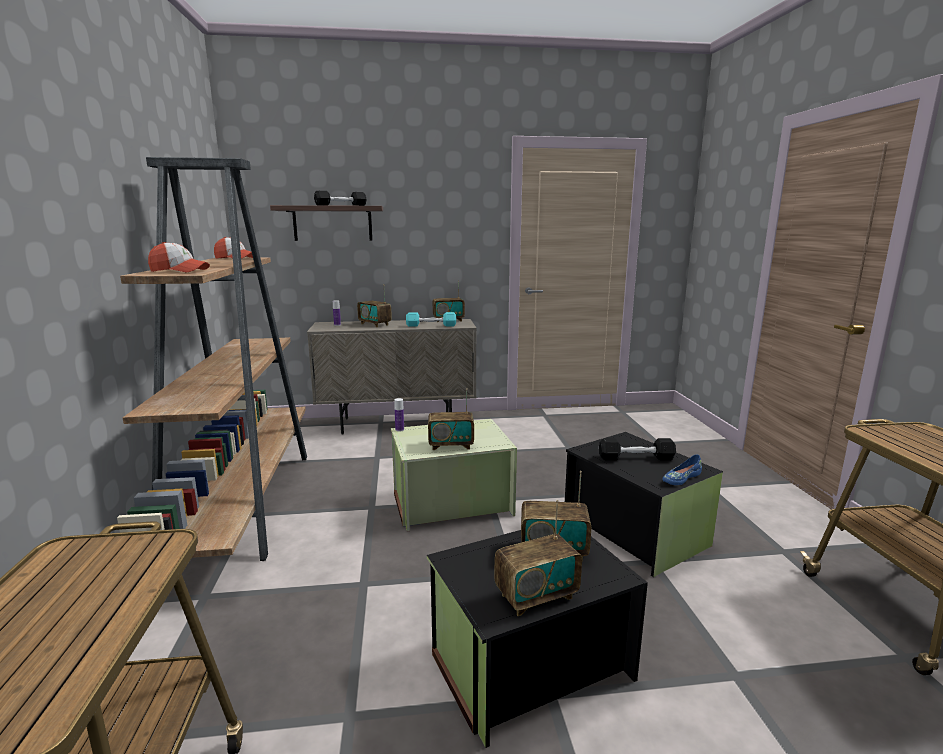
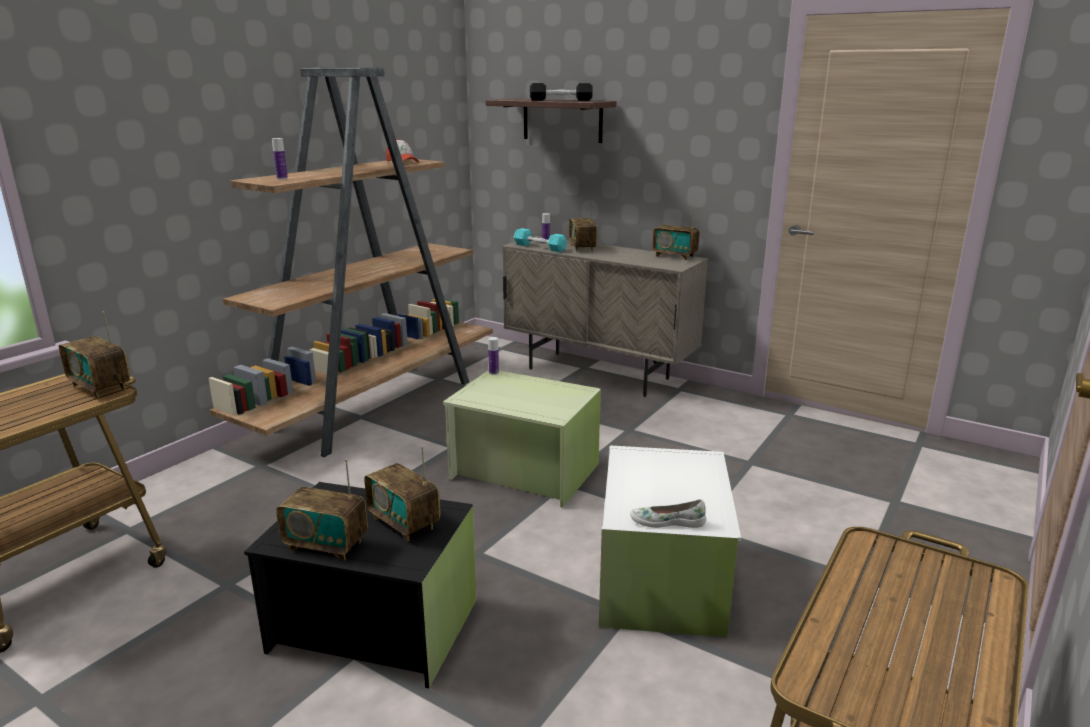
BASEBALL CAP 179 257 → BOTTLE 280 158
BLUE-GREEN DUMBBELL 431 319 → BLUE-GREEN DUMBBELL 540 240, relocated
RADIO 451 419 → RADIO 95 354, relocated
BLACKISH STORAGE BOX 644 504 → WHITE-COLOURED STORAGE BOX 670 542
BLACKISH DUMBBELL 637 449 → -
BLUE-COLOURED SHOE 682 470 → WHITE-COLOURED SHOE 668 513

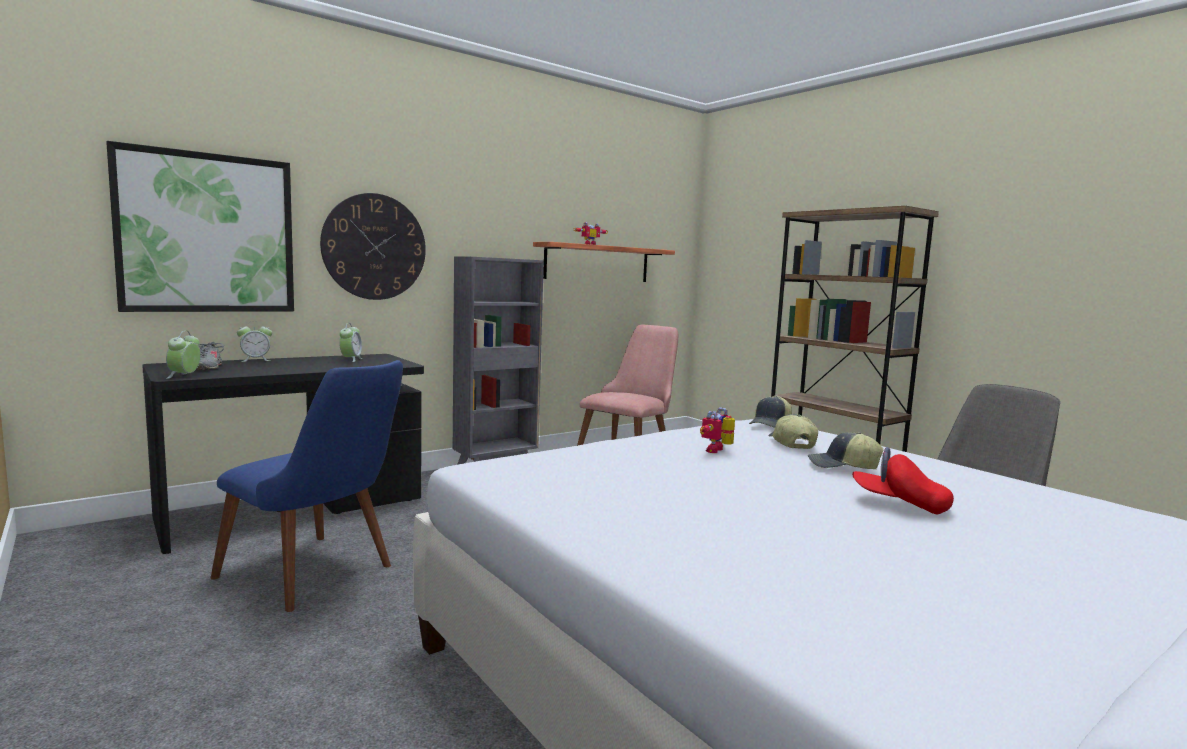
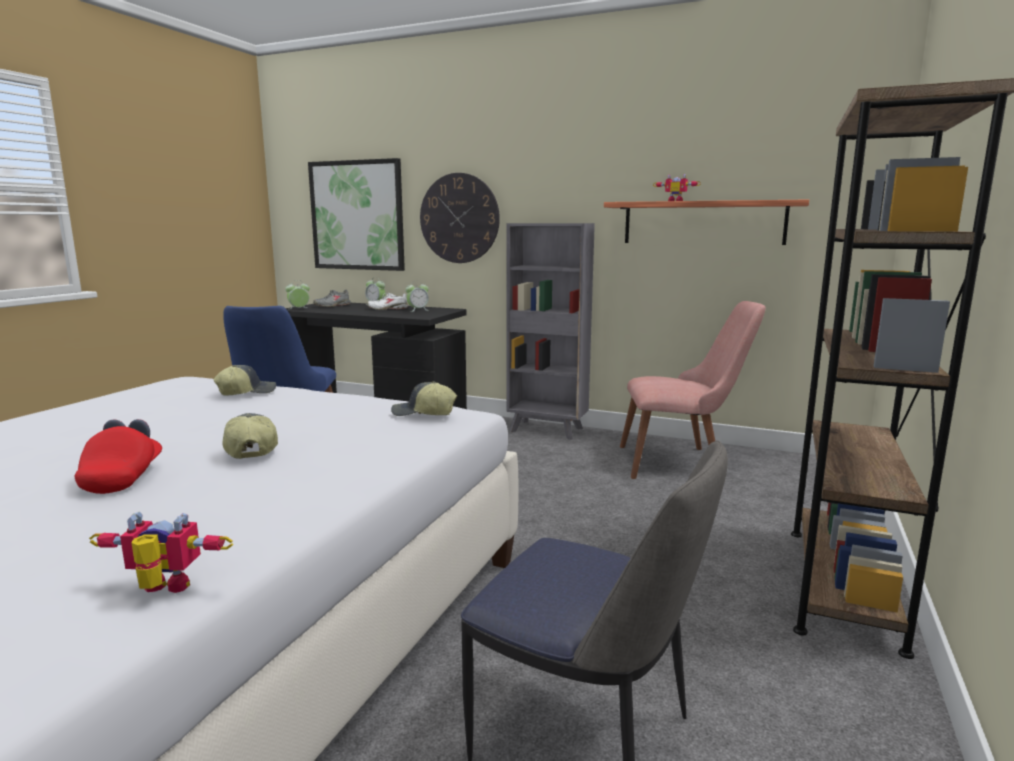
ROBOT FIGURE 717 430 → ROBOT FIGURE 161 552, relocated
BASEBALL CAP 793 431 → BASEBALL CAP 244 380, relocated
- → WHITE-COLOURED SHOE 387 301

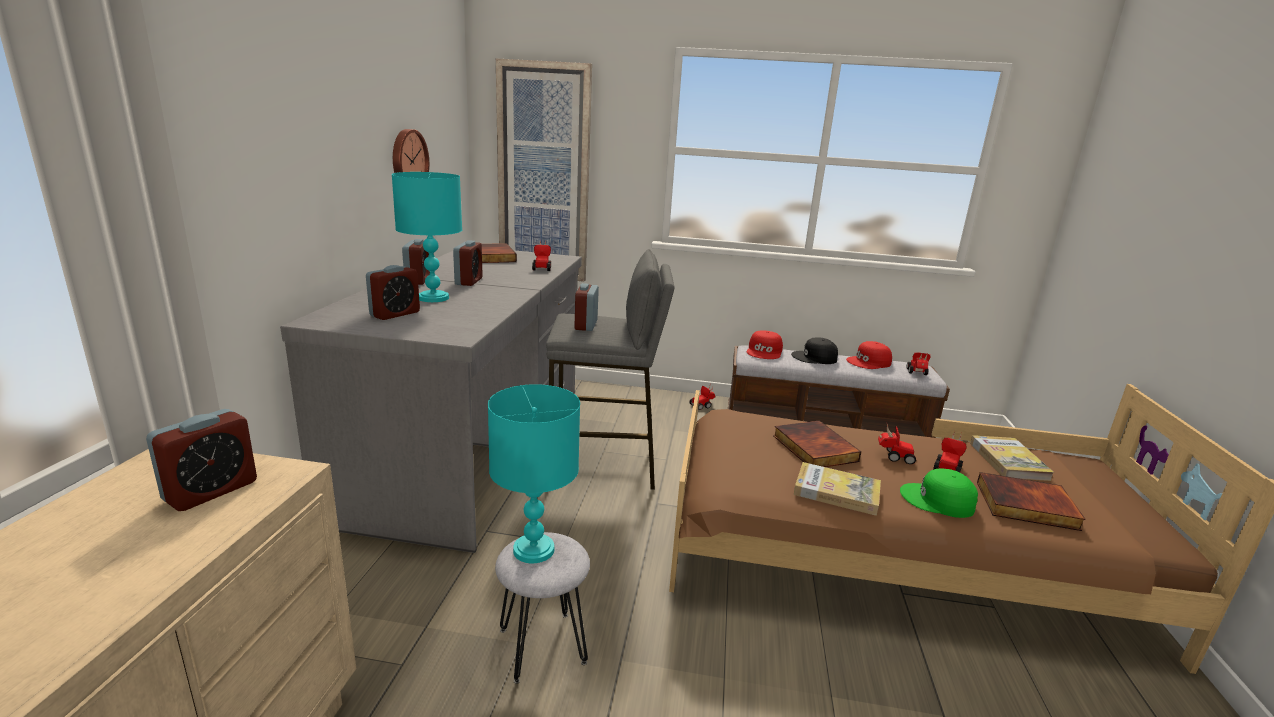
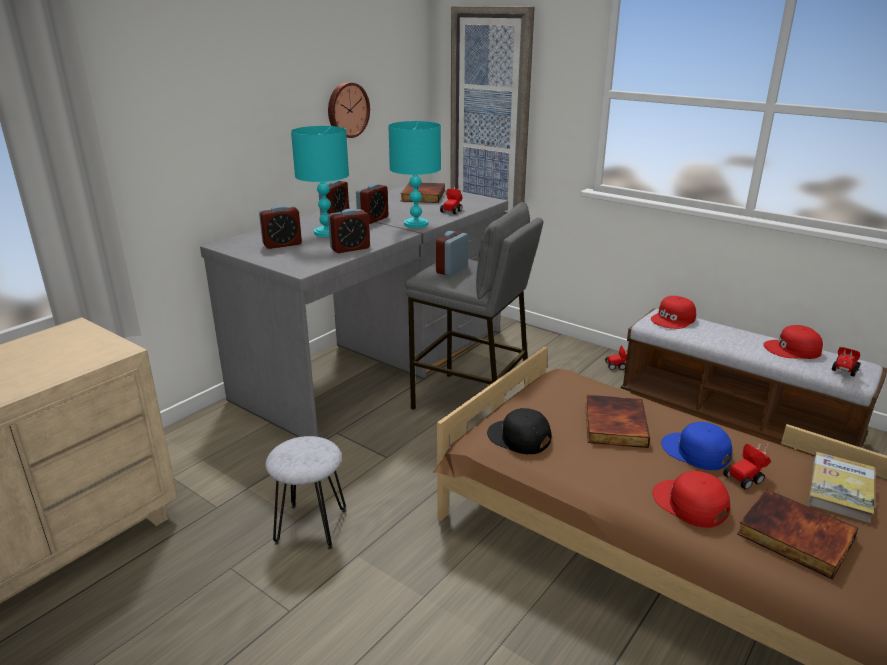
BLACKISH BASEBALL CAP 814 351 → BLACKISH BASEBALL CAP 519 431, relocated
BLUE-GREEN LAMP FOR A TABLE 534 473 → BLUE-GREEN LAMP FOR A TABLE 414 174, relocated
TABLE CLOCK 201 460 → TABLE CLOCK 349 231, relocated
MODEL CAR 897 444 → BLUE-COLOURED BASEBALL CAP 696 446
BOOK 837 489 → -
GREENISH BASEBALL CAP 939 493 → RED-COLOURED BASEBALL CAP 691 499

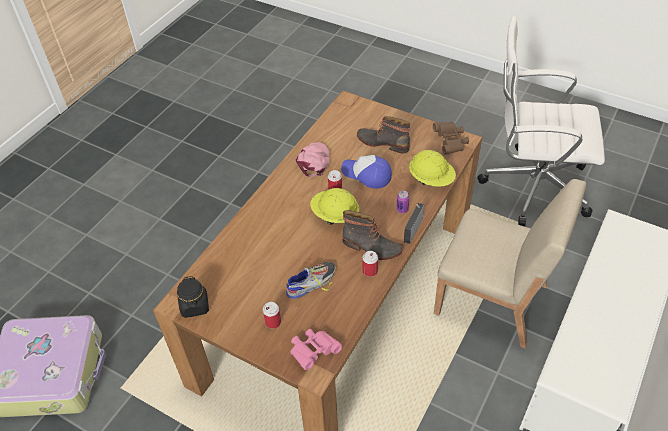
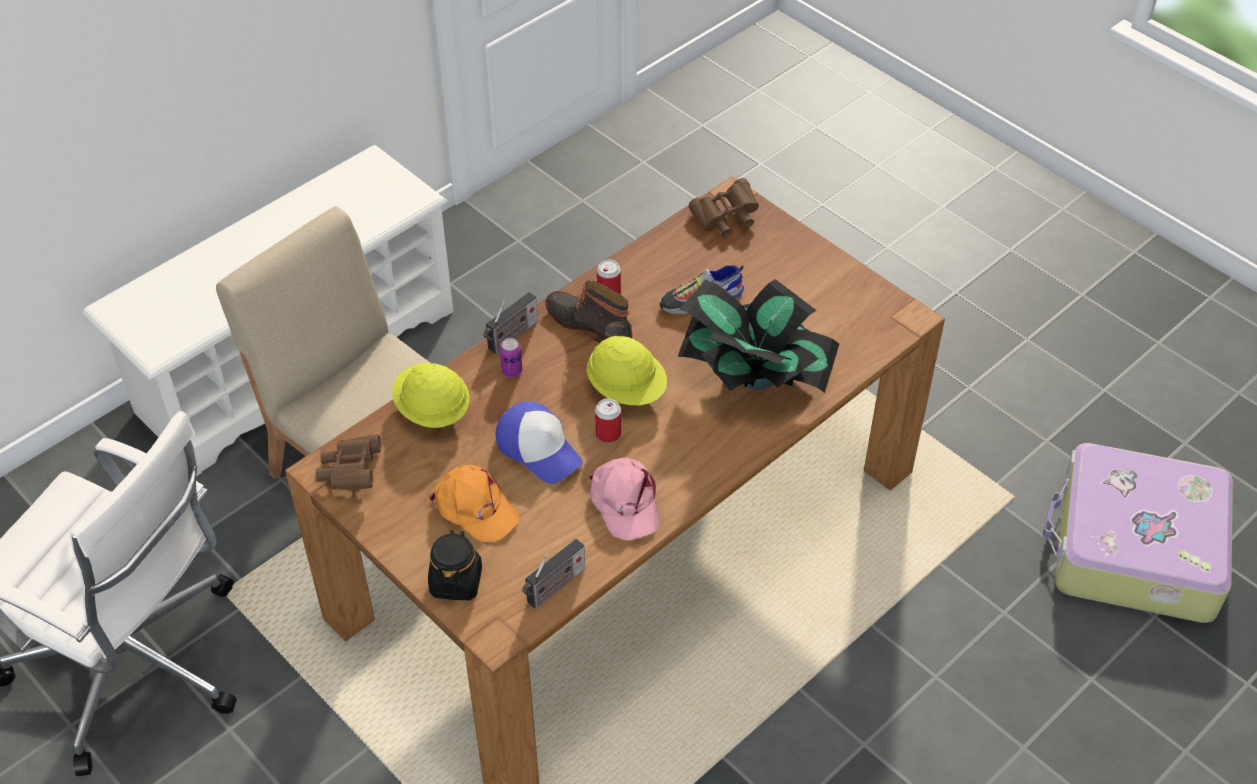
BOOT 383 134 → ORANGE BASEBALL CAP 474 503
PINK BASEBALL CAP 313 159 → PINK BASEBALL CAP 624 499, 45 degrees counterclockwise
BLACKISH PRESERVE JAR 193 297 → BLACKISH PRESERVE JAR 455 565, relocated
CAN 272 315 → -
PINK FIELD GLASSES 316 349 → BROWNISH FIELD GLASSES 724 208
- → HOUSEPLANT 758 336
- → RADIO 553 574

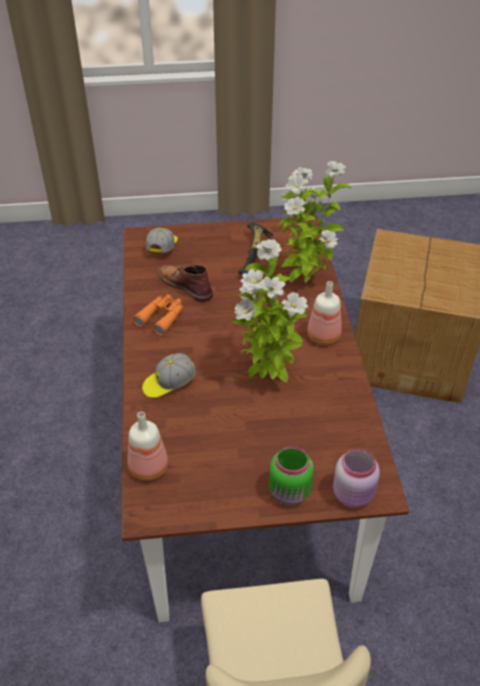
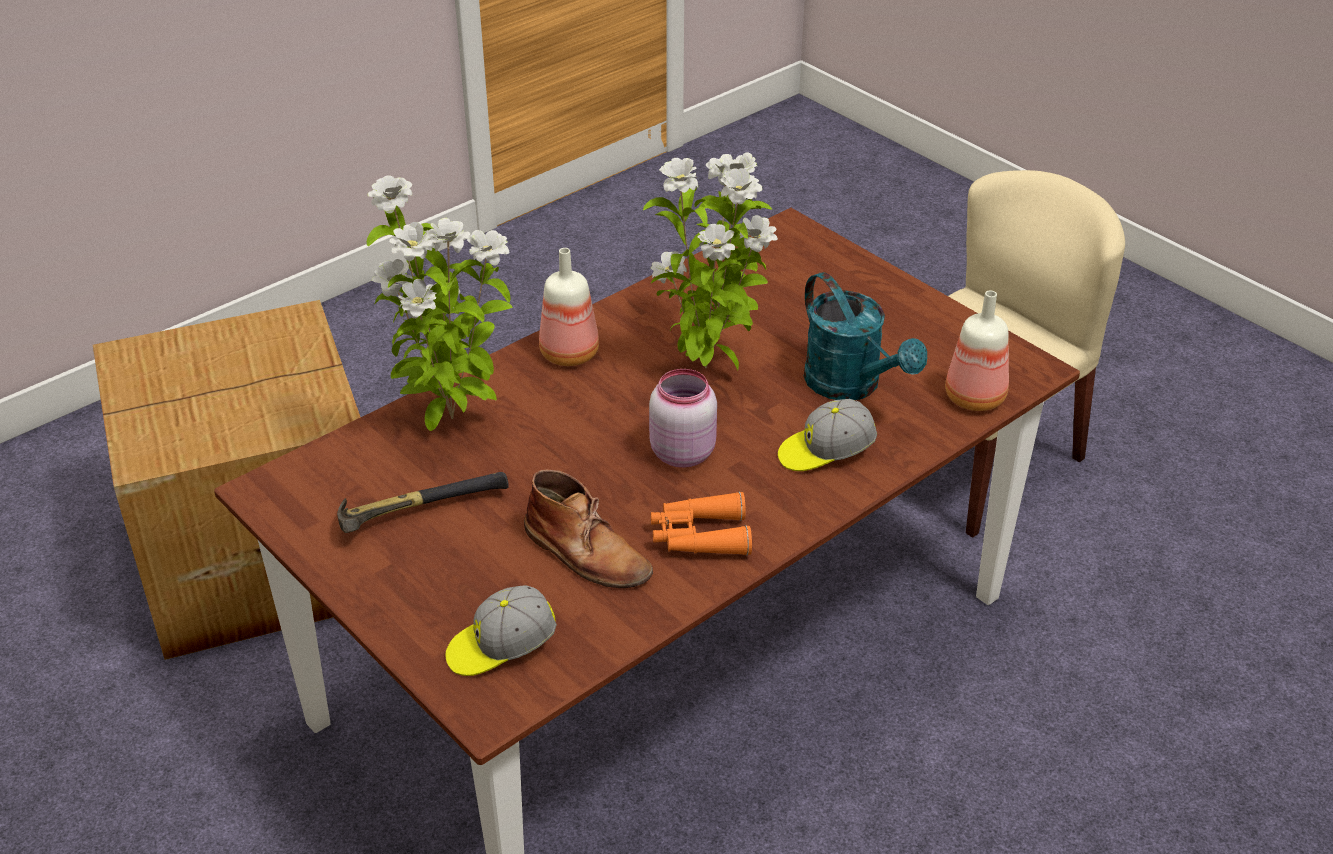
BROWNISH BOOT 185 283 → BROWNISH BOOT 588 528, 60 degrees counterclockwise
BASEBALL CAP 169 375 → BASEBALL CAP 827 435, 135 degrees clockwise
GREENISH PRESERVE JAR 291 476 → -
PINK PRESERVE JAR 356 478 → PINK PRESERVE JAR 683 418, relocated
- → BLUE-GREEN SPRINKLING CAN 865 336

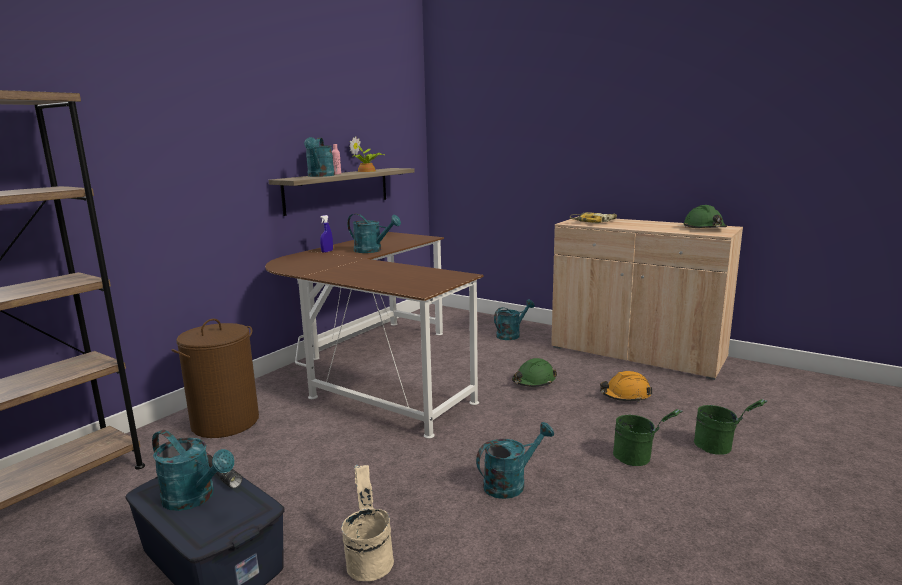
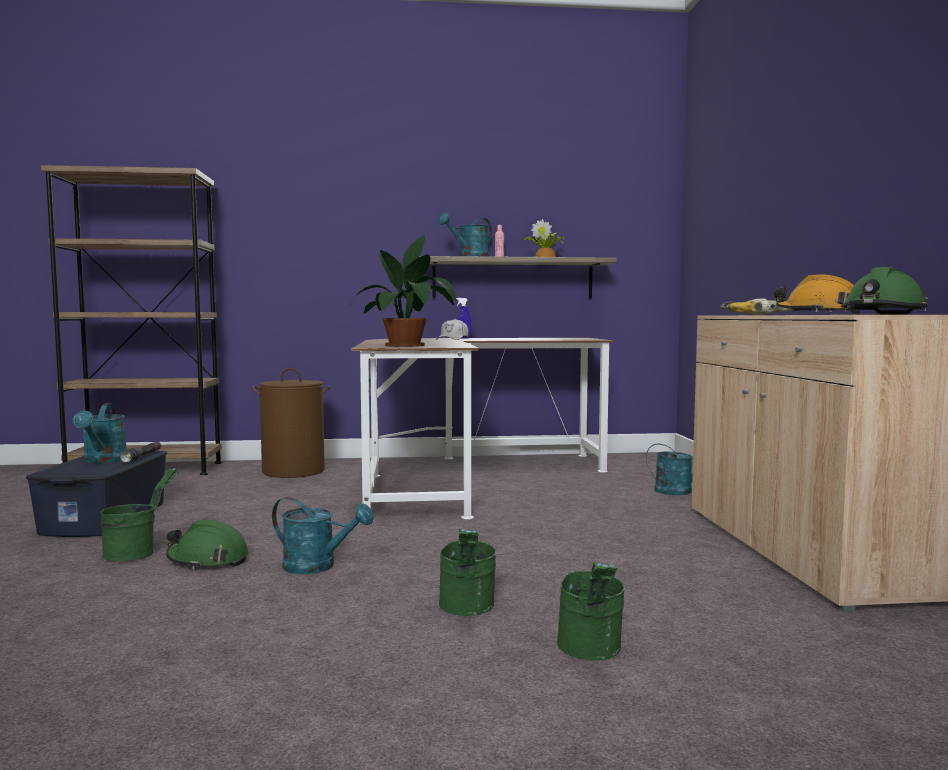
BLUE-GREEN SPRINKLING CAN 374 233 → -
GREENISH SAFETY HELMET 534 372 → GREENISH SAFETY HELMET 207 544, relocated
ORANGE SAFETY HELMET 626 386 → ORANGE SAFETY HELMET 817 295, relocated
SAND-COLOURED WATER BUCKET 367 523 → GREENISH WATER BUCKET 139 514
- → HOUSEPLANT 406 291
- → WHITE-COLOURED BASEBALL CAP 452 329

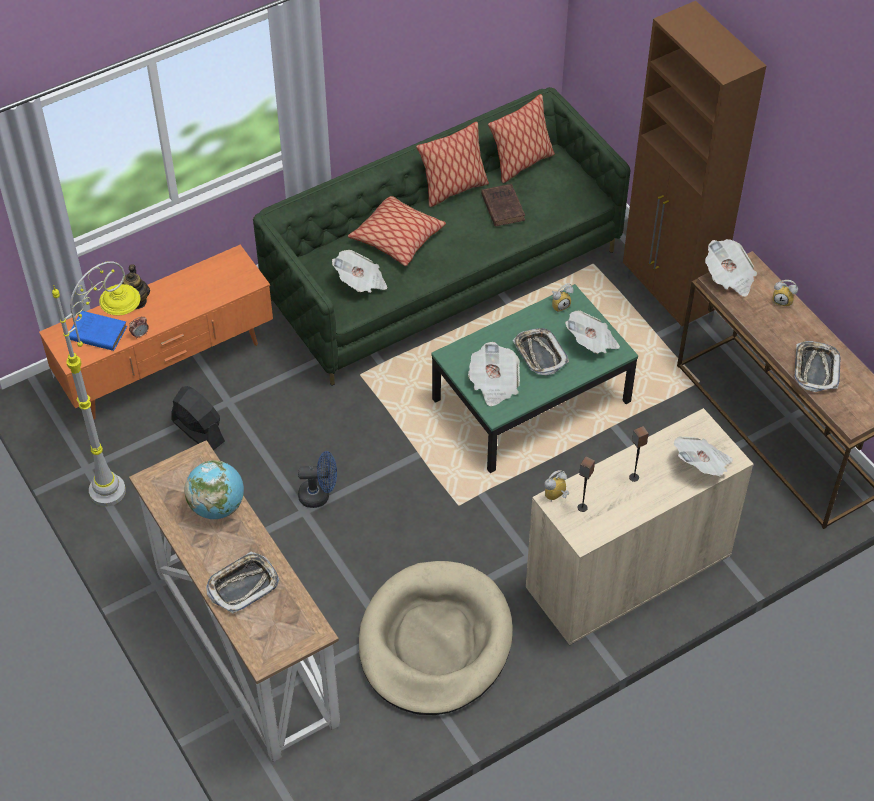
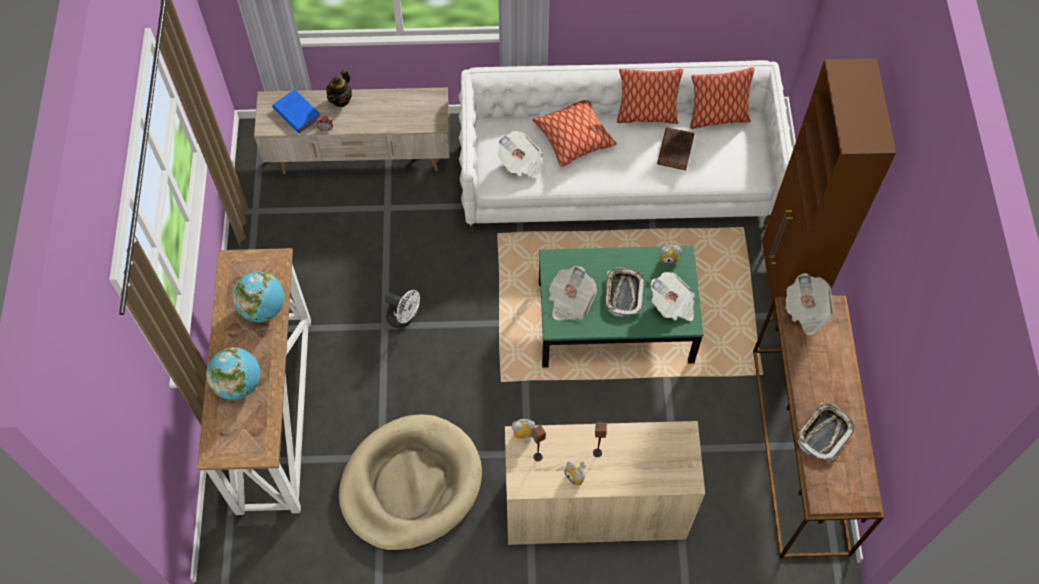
GREENISH SETTEE 442 236 → WHITE-COLOURED SETTEE 625 146
ORANGE TV UNIT 156 332 → SAND-COLOURED TV UNIT 352 131
GRAY STANDING LAMP 96 384 → -
TABLE CLOCK 785 293 → TABLE CLOCK 575 473, relocated
BLACKISH ELECTRIC FAN 198 418 → -
NEWSPAPER 703 457 → -
BLUE-COLOURED ELECTRIC FAN 317 479 → WHITE-COLOURED ELECTRIC FAN 402 309
CARRYING TRAY 242 582 → GLOBE 233 373

